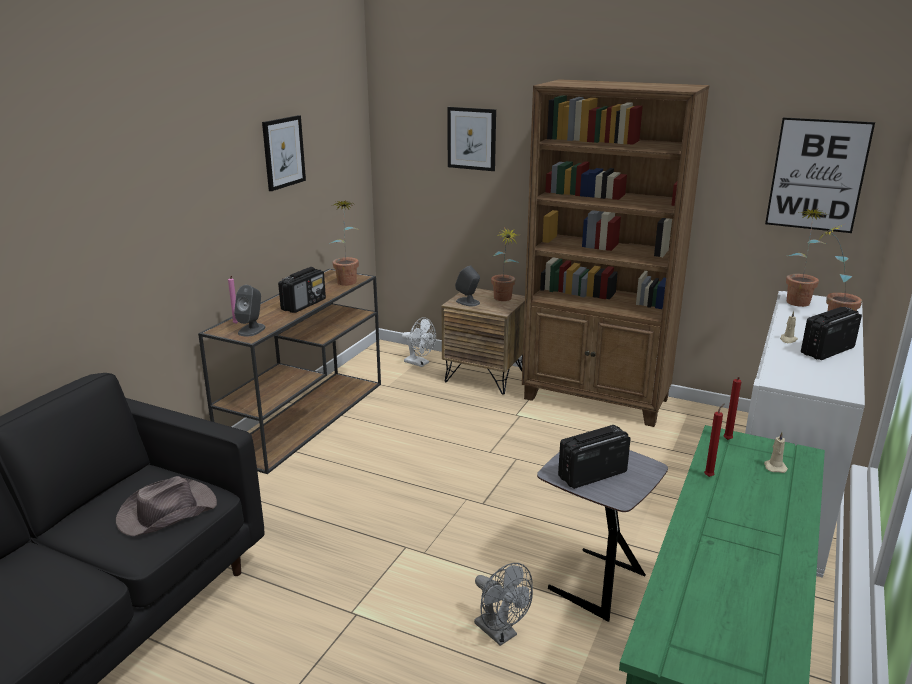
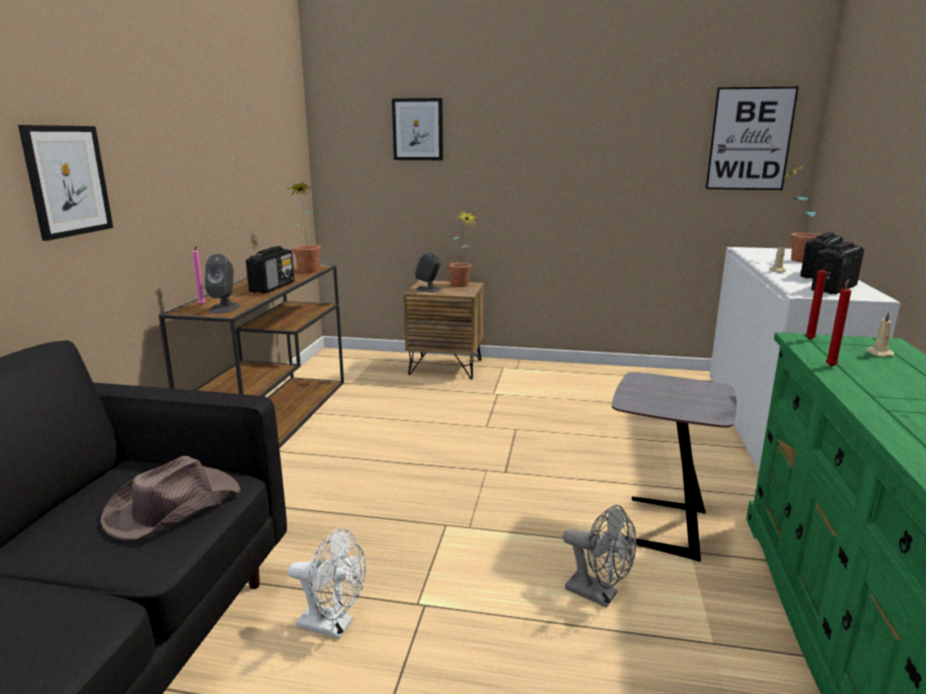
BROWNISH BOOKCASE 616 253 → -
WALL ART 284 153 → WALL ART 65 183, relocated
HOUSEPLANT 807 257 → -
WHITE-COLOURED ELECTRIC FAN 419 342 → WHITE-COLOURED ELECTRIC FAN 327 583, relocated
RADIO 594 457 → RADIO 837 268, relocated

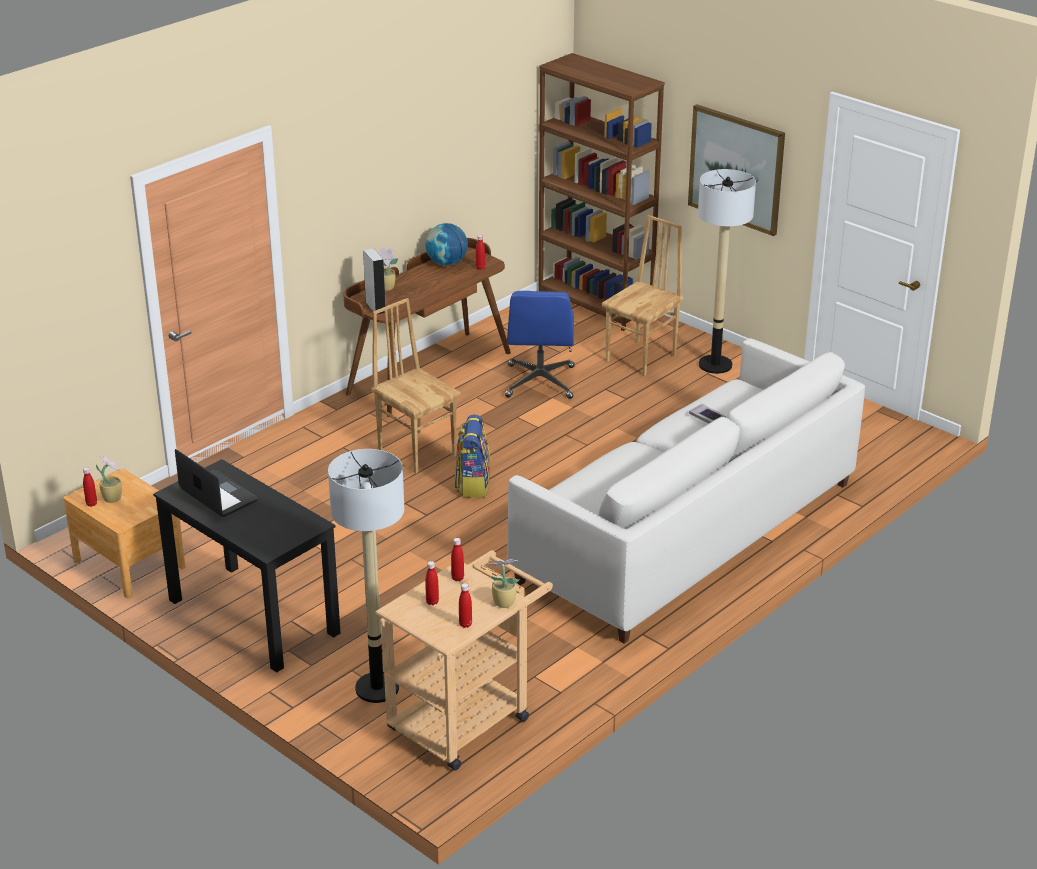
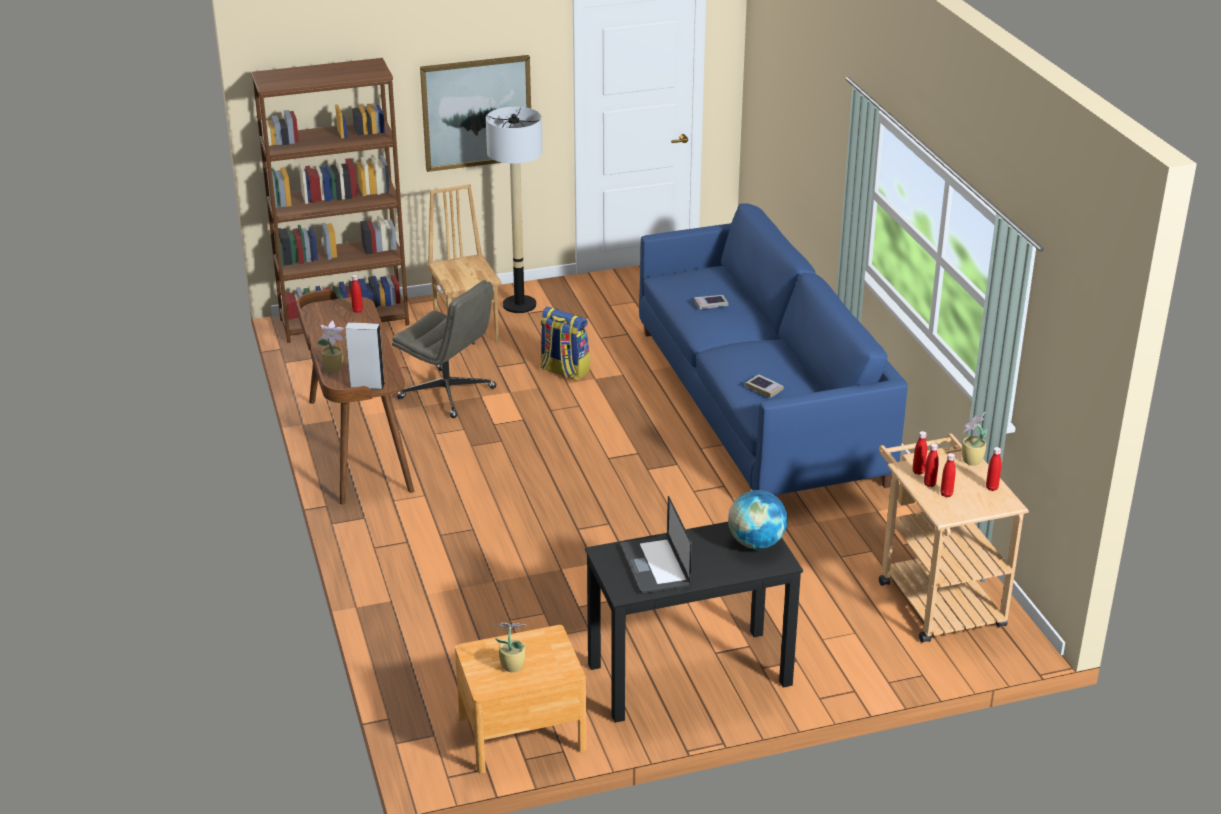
GLOBE 446 244 → GLOBE 757 519, relocated
BLUE-COLOURED COMPUTER CHAIR 540 345 → GRAY COMPUTER CHAIR 444 349
BROWNISH CHAIR 416 385 → -
WHITE-COLOURED SETTEE 686 491 → BLUE-COLOURED SETTEE 773 349
RUCKSACK 473 456 → RUCKSACK 565 344, relocated
LAPTOP 216 483 → LAPTOP 656 545, 90 degrees counterclockwise
STANDING LAMP 366 576 → -
RED-COLOURED BOTTLE 90 487 → RED-COLOURED BOTTLE 931 465, relocated
- → BOOK 764 386

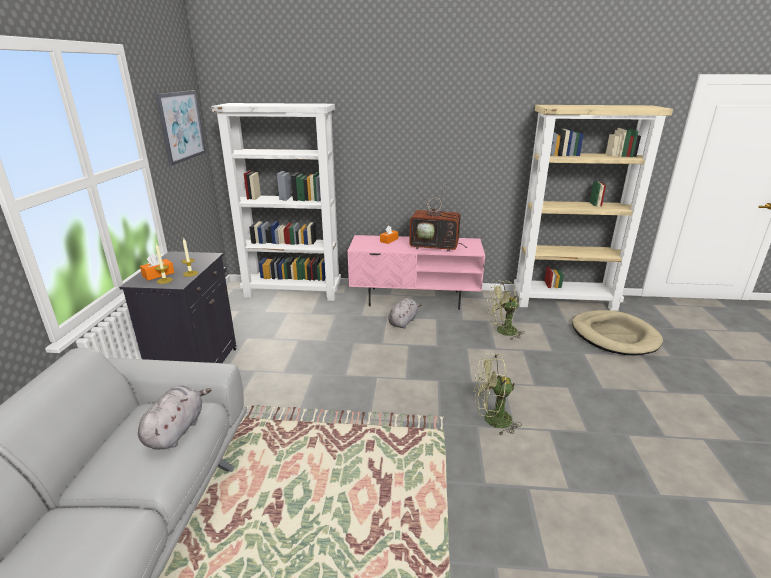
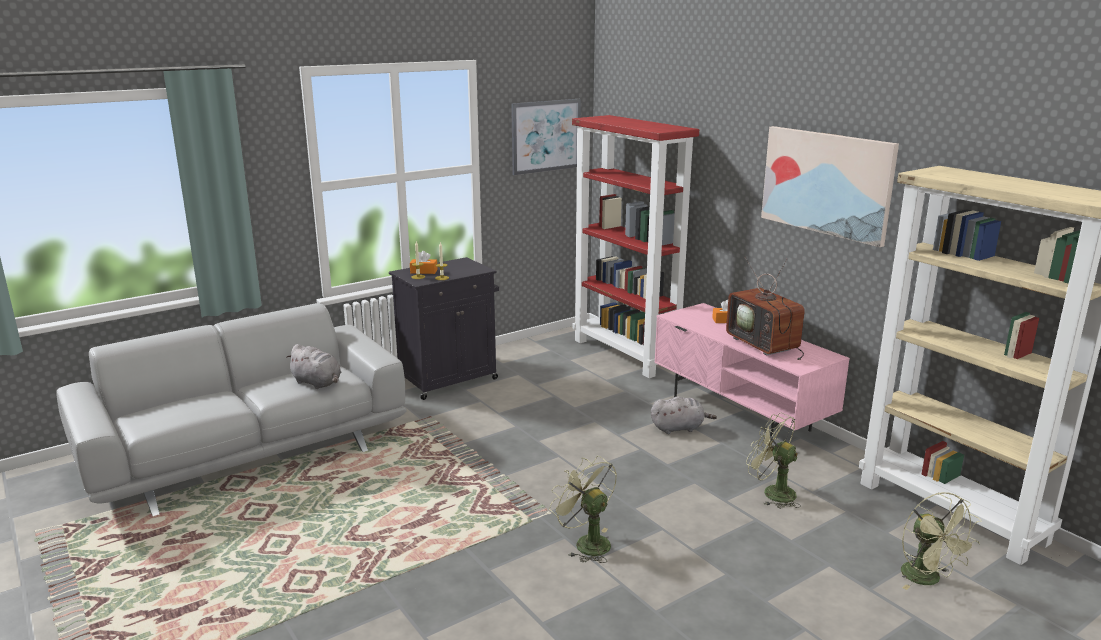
WHITE-COLOURED BOOKCASE 276 202 → RED-COLOURED BOOKCASE 635 246
SAND-COLOURED DOG CUSHION 617 333 → GREENISH ELECTRIC FAN 941 541
GRAY SOFT TOY 175 417 → GRAY SOFT TOY 313 366, 60 degrees clockwise
- → WALL ART 830 186

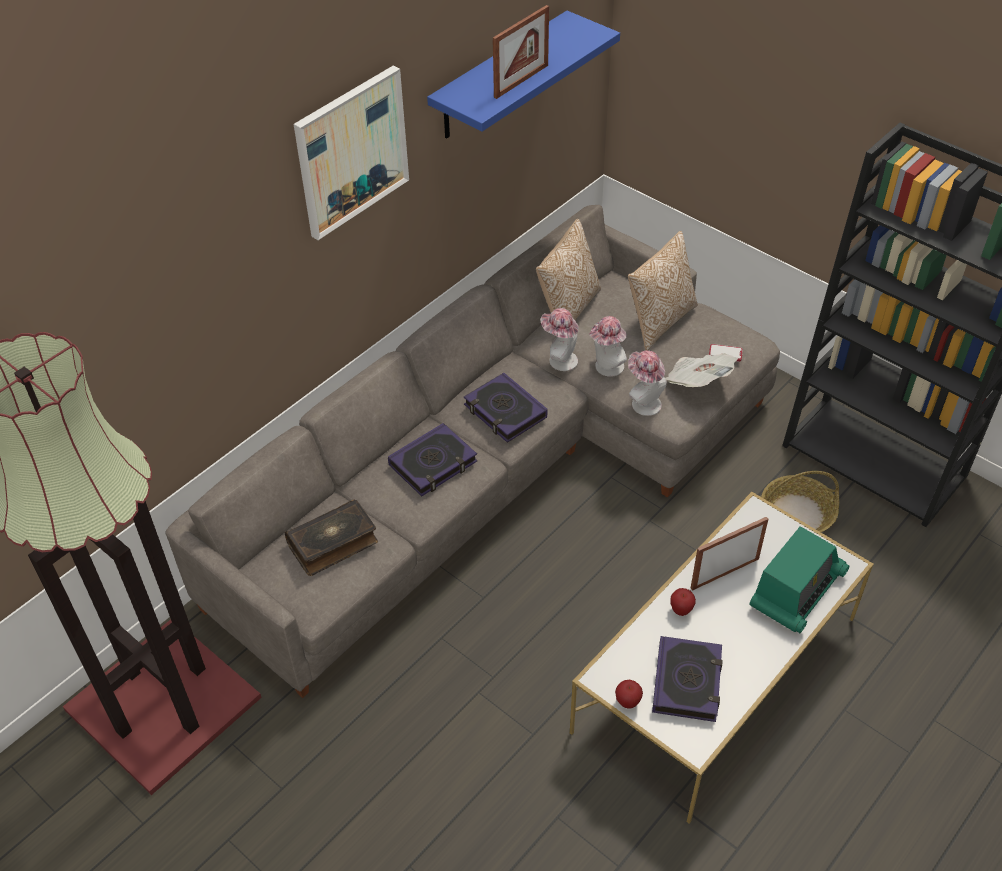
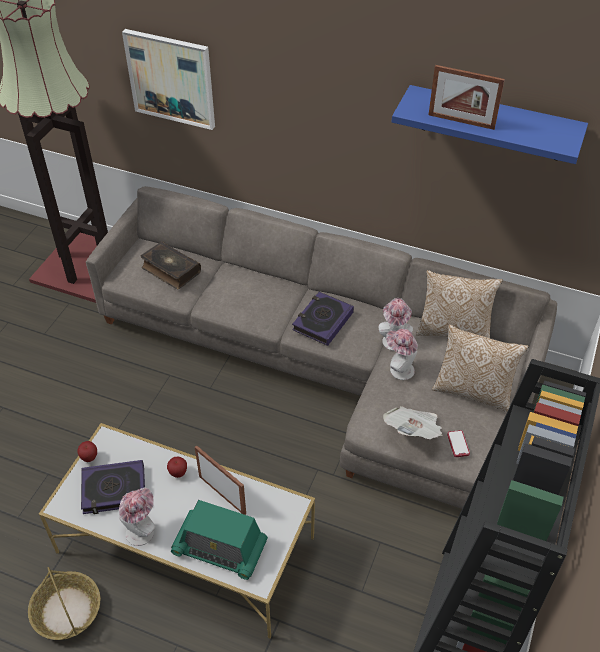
WALL ART 351 153 → WALL ART 168 79, relocated
WEARABLE HAT 647 383 → WEARABLE HAT 137 516, relocated
BOOK 432 460 → -
HOUSEHOLD BASKET 800 501 → HOUSEHOLD BASKET 64 603, relocated

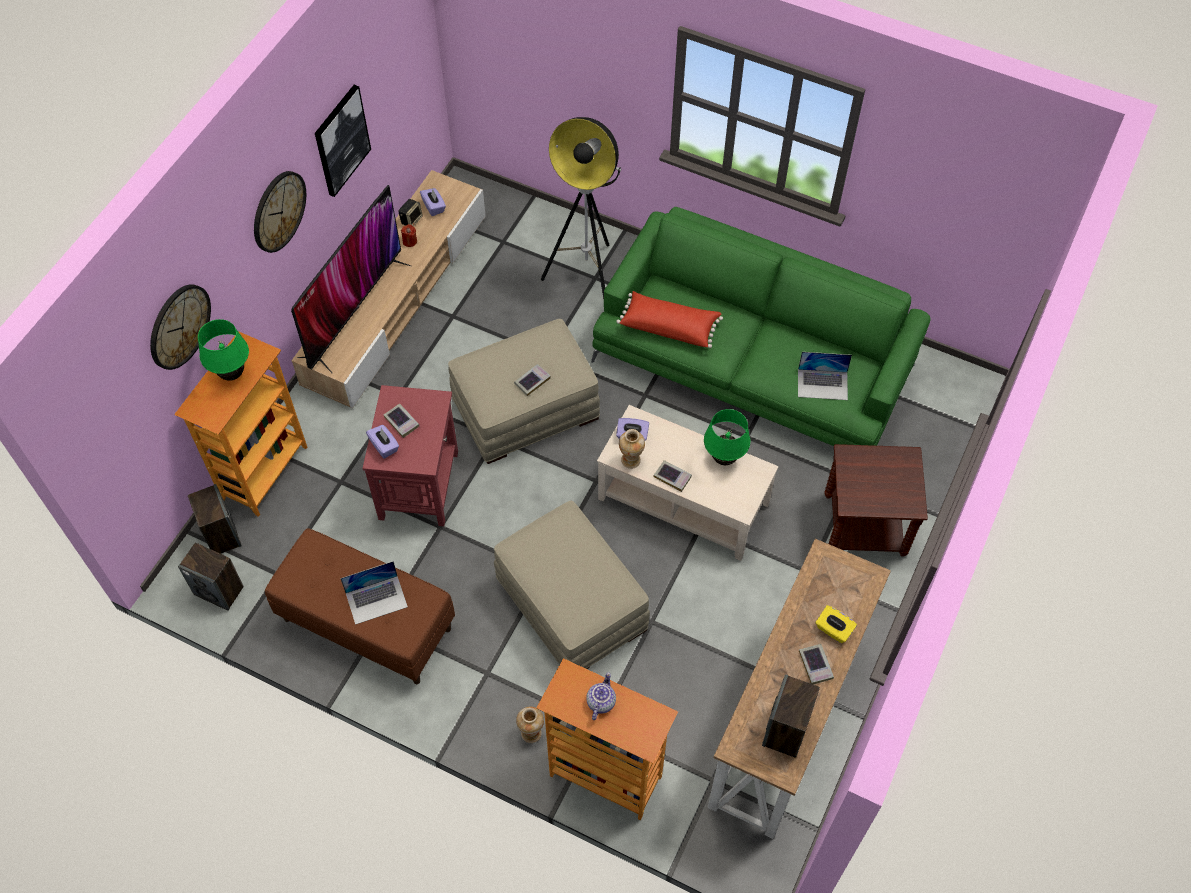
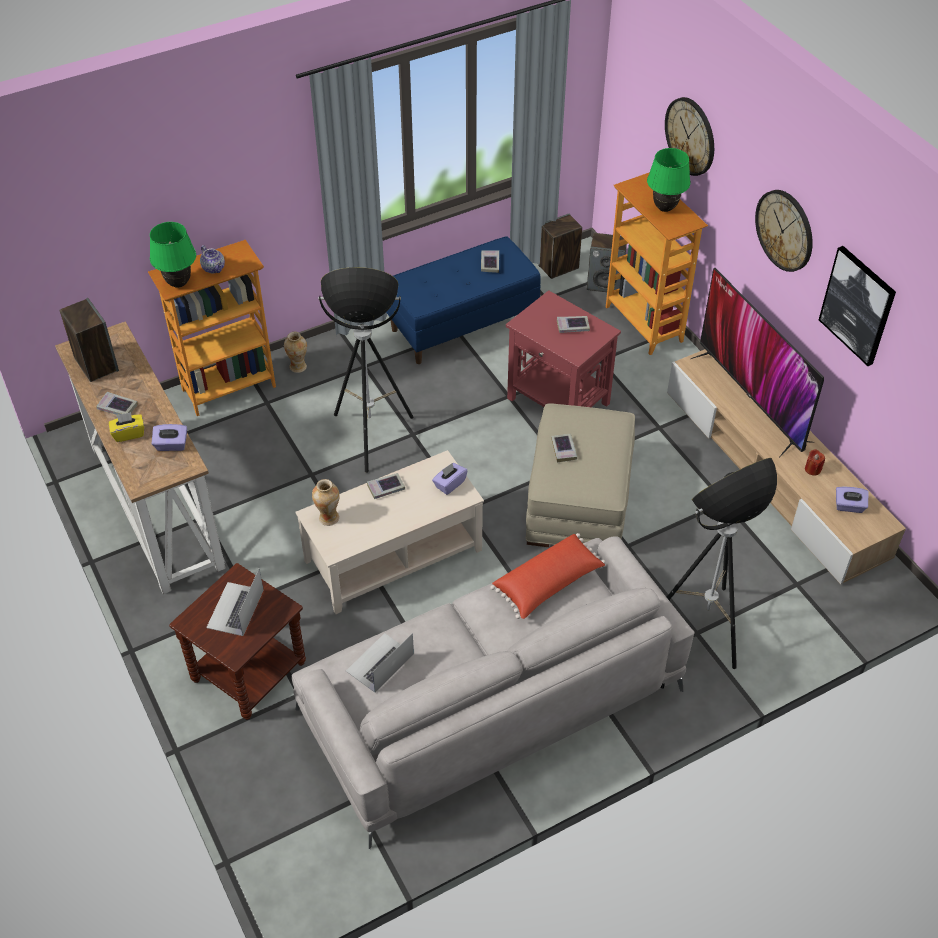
SPEAKER 410 212 → -
GREENISH SETTEE 760 326 → GRAY SETTEE 493 692
GREENISH LAMP FOR A TABLE 727 437 → GREENISH LAMP FOR A TABLE 173 255, relocated
PURPLE-COLOURED TISSUE BOX 382 442 → PURPLE-COLOURED TISSUE BOX 169 437, relocated
FLOWER VASE 632 449 → FLOWER VASE 326 502, relocated
SAND-COLOURED FOOTREST 572 585 → STANDING LAMP 366 370
BROWNISH BENCH 360 606 → BLUE-COLOURED BENCH 463 300
LAPTOP 374 593 → LAPTOP 235 602, relocated
- → BOOK 490 261

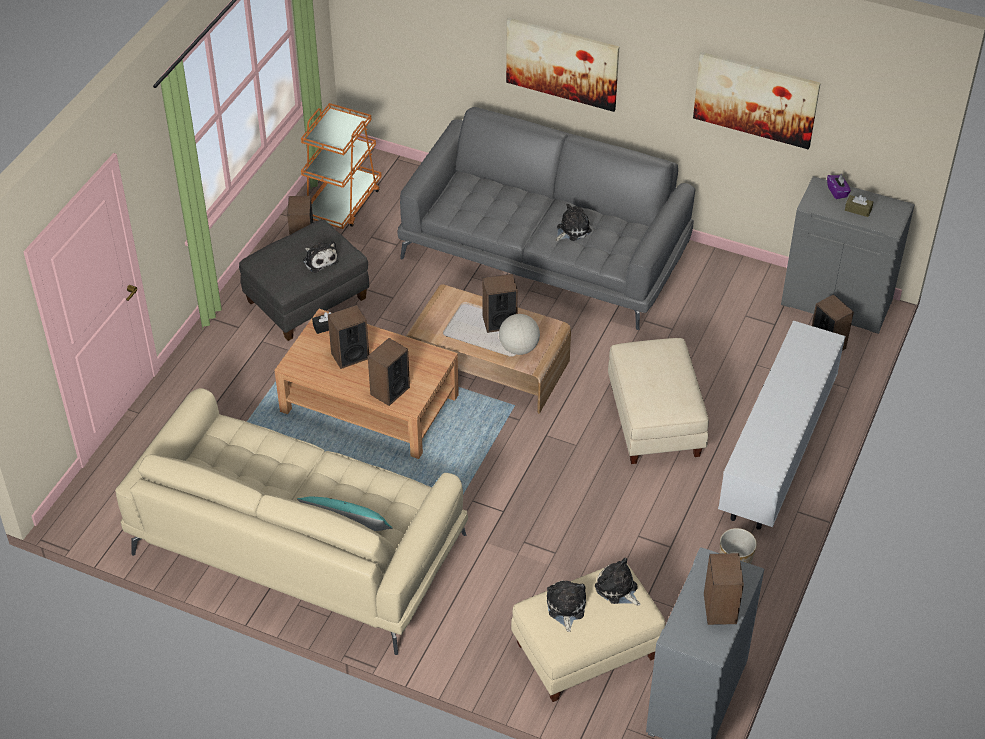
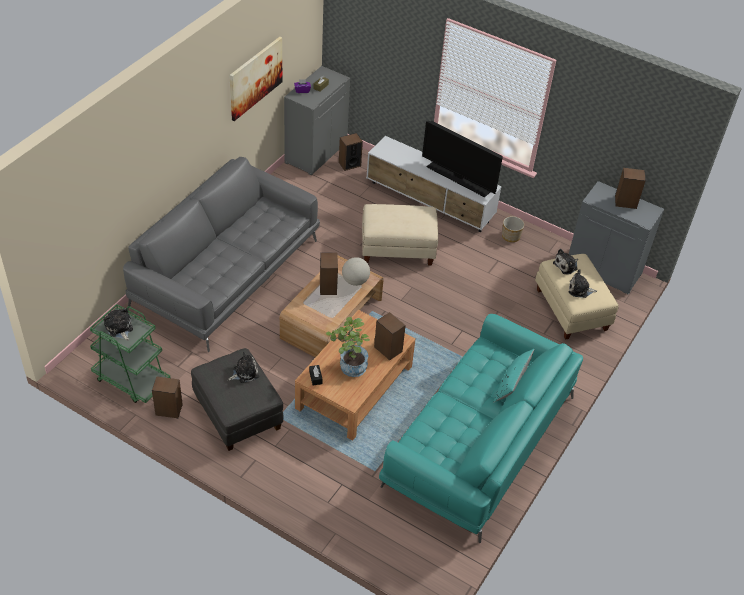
WALL ART 562 65 → -
ORANGE TROLLEY 341 166 → GREENISH TROLLEY 130 353
SOFT TOY 573 223 → SOFT TOY 118 324, relocated
SPEAKER 348 337 → HOUSEPLANT 348 347
SAND-COLOURED SETTEE 291 521 → BLUE-GREEN SETTEE 481 428
- → TELEVISION 462 159

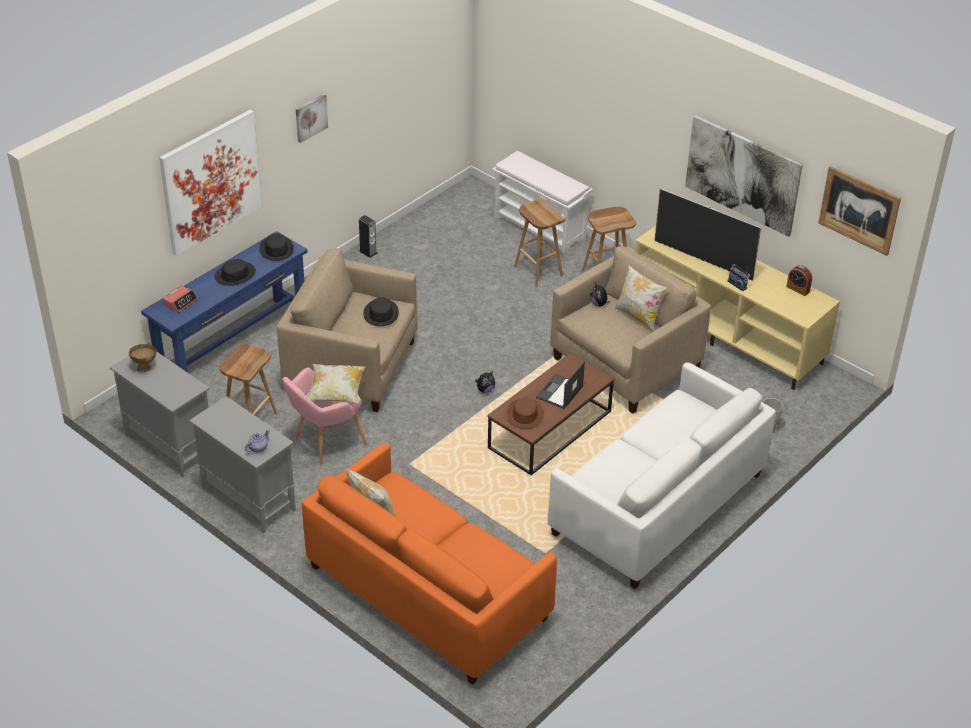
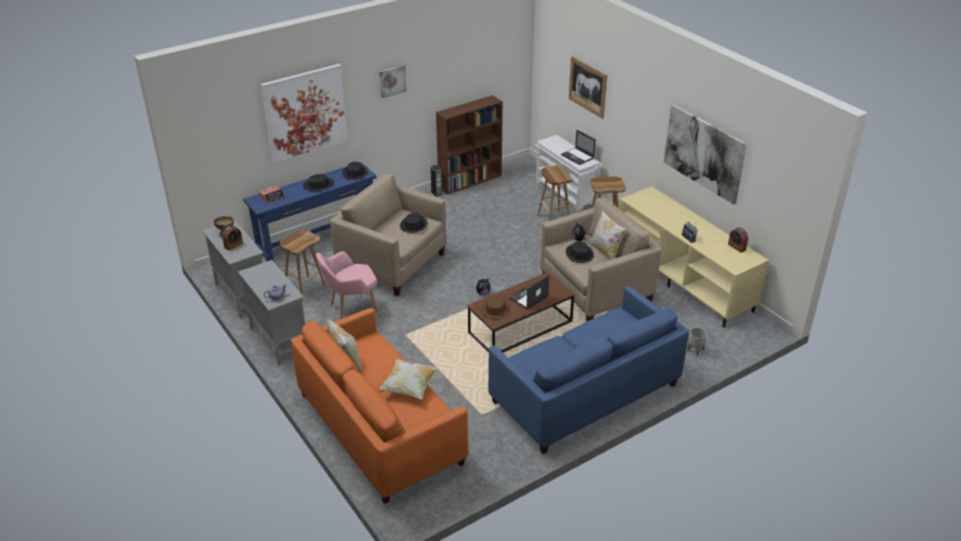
WALL ART 859 211 → WALL ART 588 88, relocated
TELEVISION 707 234 → -
WHITE-COLOURED SETTEE 662 475 → BLUE-COLOURED SETTEE 588 370
THROW PILLOW 336 383 → THROW PILLOW 408 379, relocated
- → BROWNISH BOOKCASE 469 145
- → LAPTOP 578 147
- → TABLE CLOCK 232 238
- → BLACKISH WEARABLE HAT 580 252

